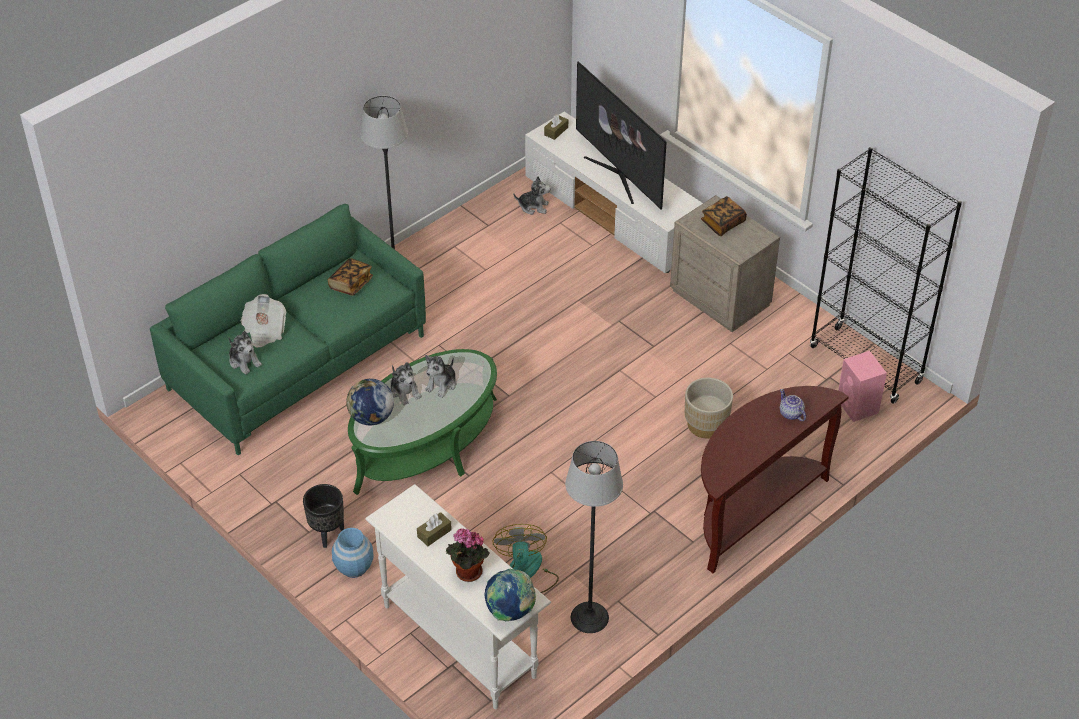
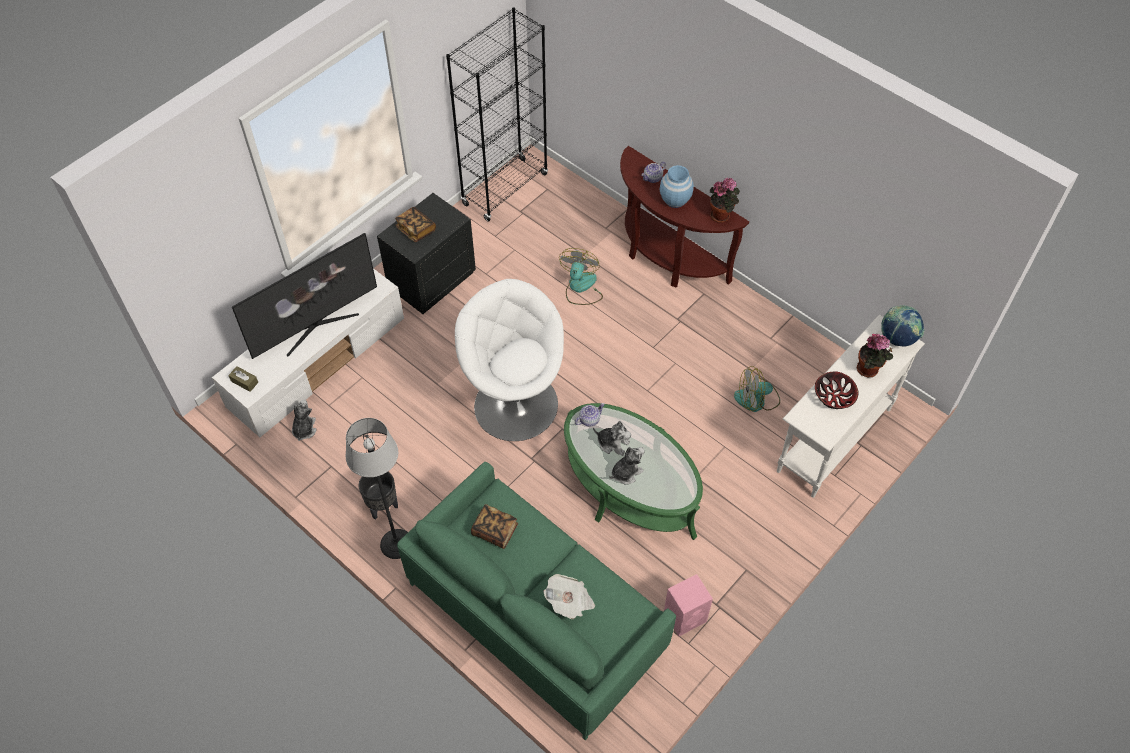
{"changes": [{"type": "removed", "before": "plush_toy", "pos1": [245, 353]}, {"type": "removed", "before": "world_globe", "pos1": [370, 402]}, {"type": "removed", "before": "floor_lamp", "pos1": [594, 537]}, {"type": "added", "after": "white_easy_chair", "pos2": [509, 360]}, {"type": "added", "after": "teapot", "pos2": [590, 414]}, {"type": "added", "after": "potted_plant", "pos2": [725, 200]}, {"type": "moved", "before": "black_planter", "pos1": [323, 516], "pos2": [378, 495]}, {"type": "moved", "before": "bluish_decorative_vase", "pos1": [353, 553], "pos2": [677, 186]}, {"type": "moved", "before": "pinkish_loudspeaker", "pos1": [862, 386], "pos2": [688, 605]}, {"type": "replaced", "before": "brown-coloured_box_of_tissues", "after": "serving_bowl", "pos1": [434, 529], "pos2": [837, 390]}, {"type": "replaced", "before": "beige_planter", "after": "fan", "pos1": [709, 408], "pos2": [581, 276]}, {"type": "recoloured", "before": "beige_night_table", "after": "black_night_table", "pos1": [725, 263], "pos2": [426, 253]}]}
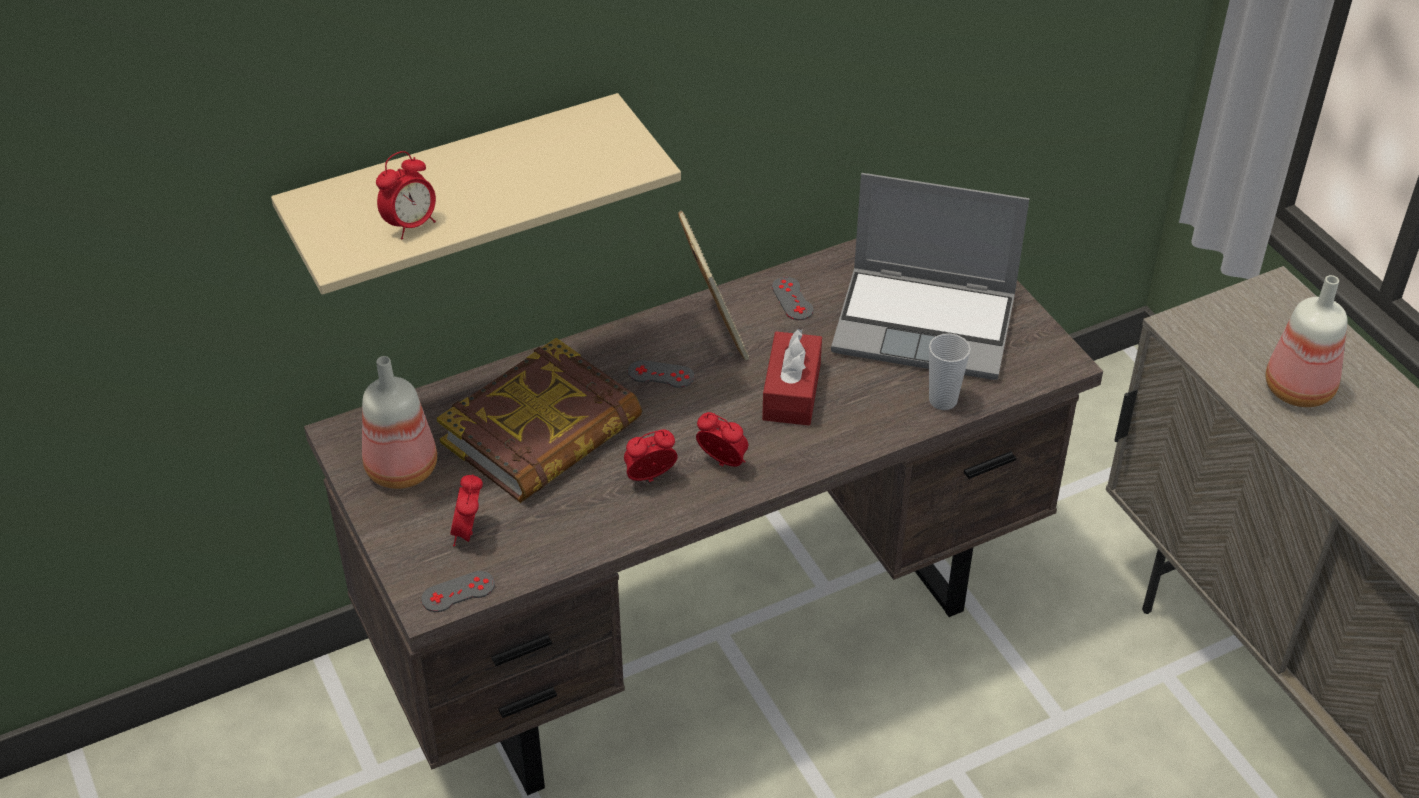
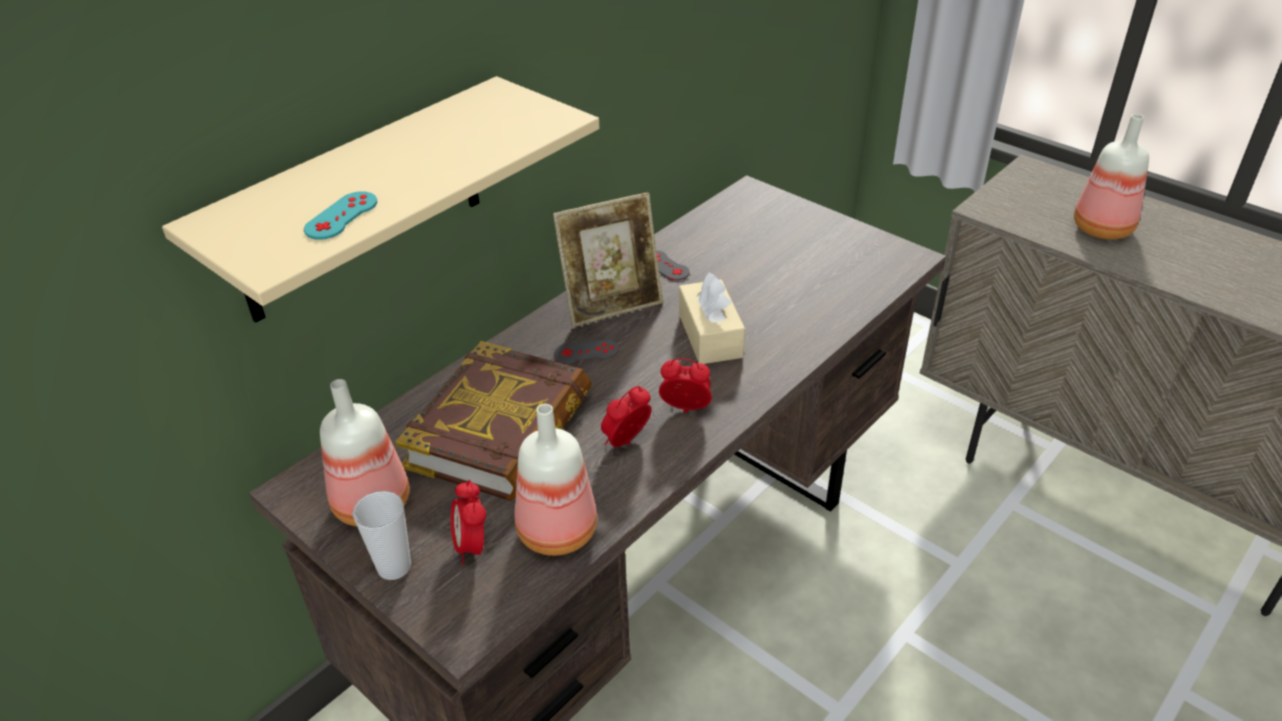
{"changes": [{"type": "removed", "before": "grey_joypad", "pos1": [458, 591]}, {"type": "removed", "before": "portable_computer", "pos1": [930, 276]}, {"type": "added", "after": "bottle", "pos2": [556, 480]}, {"type": "moved", "before": "cup", "pos1": [950, 371], "pos2": [381, 535]}, {"type": "replaced", "before": "bedside_clock", "after": "turquoise-coloured_joypad", "pos1": [406, 195], "pos2": [340, 215]}, {"type": "recoloured", "before": "red_box_of_tissues", "after": "beige_box_of_tissues", "pos1": [792, 377], "pos2": [712, 318]}, {"type": "turned", "before": "picture_frame", "pos1": [713, 285], "pos2": [608, 259], "turn": 105}]}
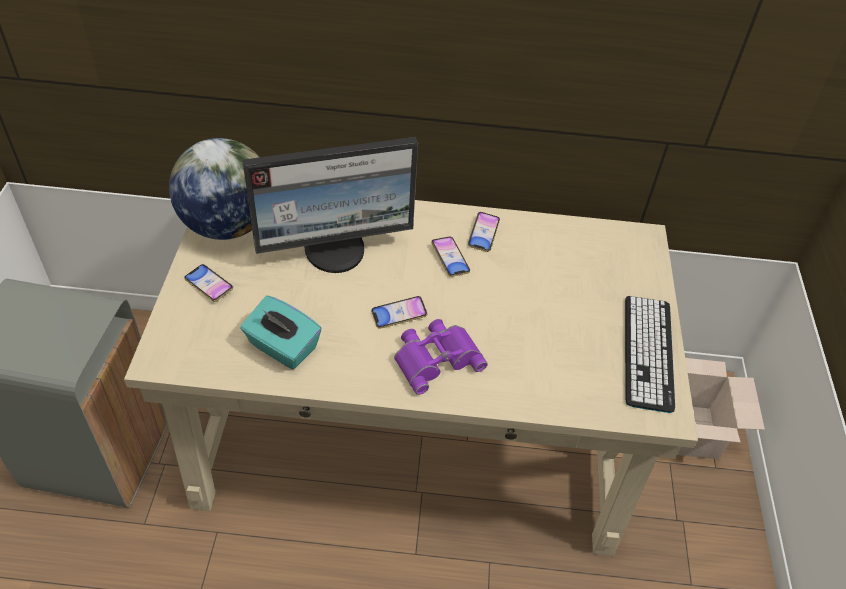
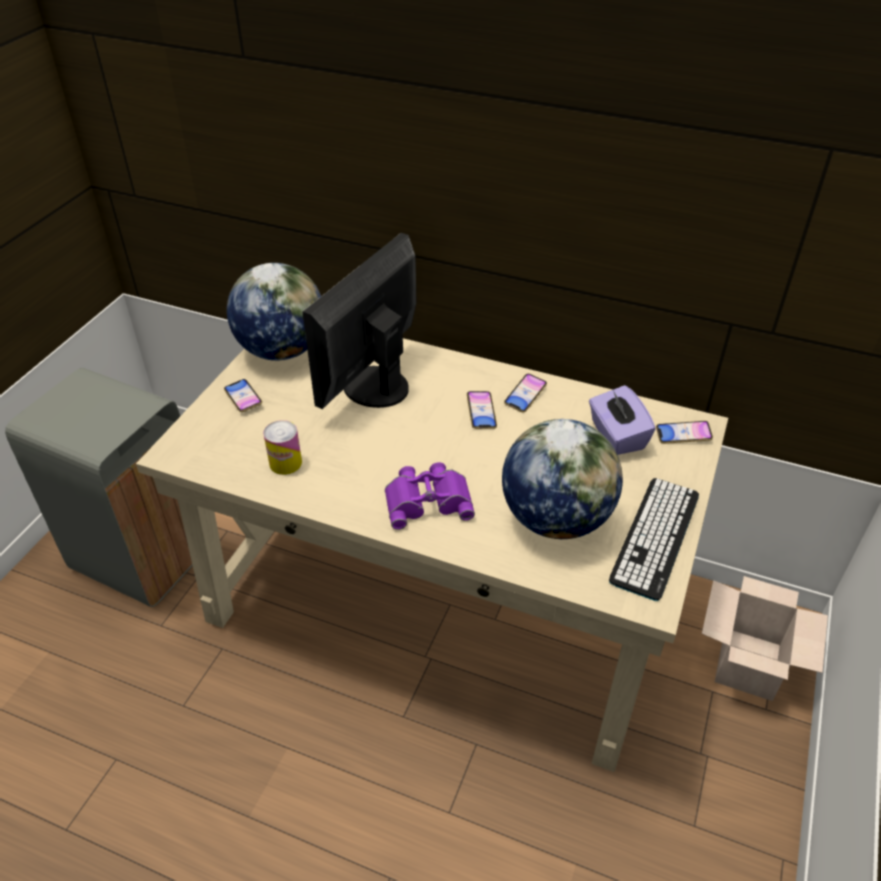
{"changes": [{"type": "added", "after": "world_globe", "pos2": [562, 479]}, {"type": "added", "after": "purple_box_of_tissues", "pos2": [622, 420]}, {"type": "moved", "before": "handset", "pos1": [399, 312], "pos2": [684, 432]}, {"type": "replaced", "before": "turquoise-coloured_box_of_tissues", "after": "metal_can", "pos1": [281, 332], "pos2": [282, 447]}, {"type": "turned", "before": "computer_screen", "pos1": [330, 205], "pos2": [359, 321], "turn": 120}]}
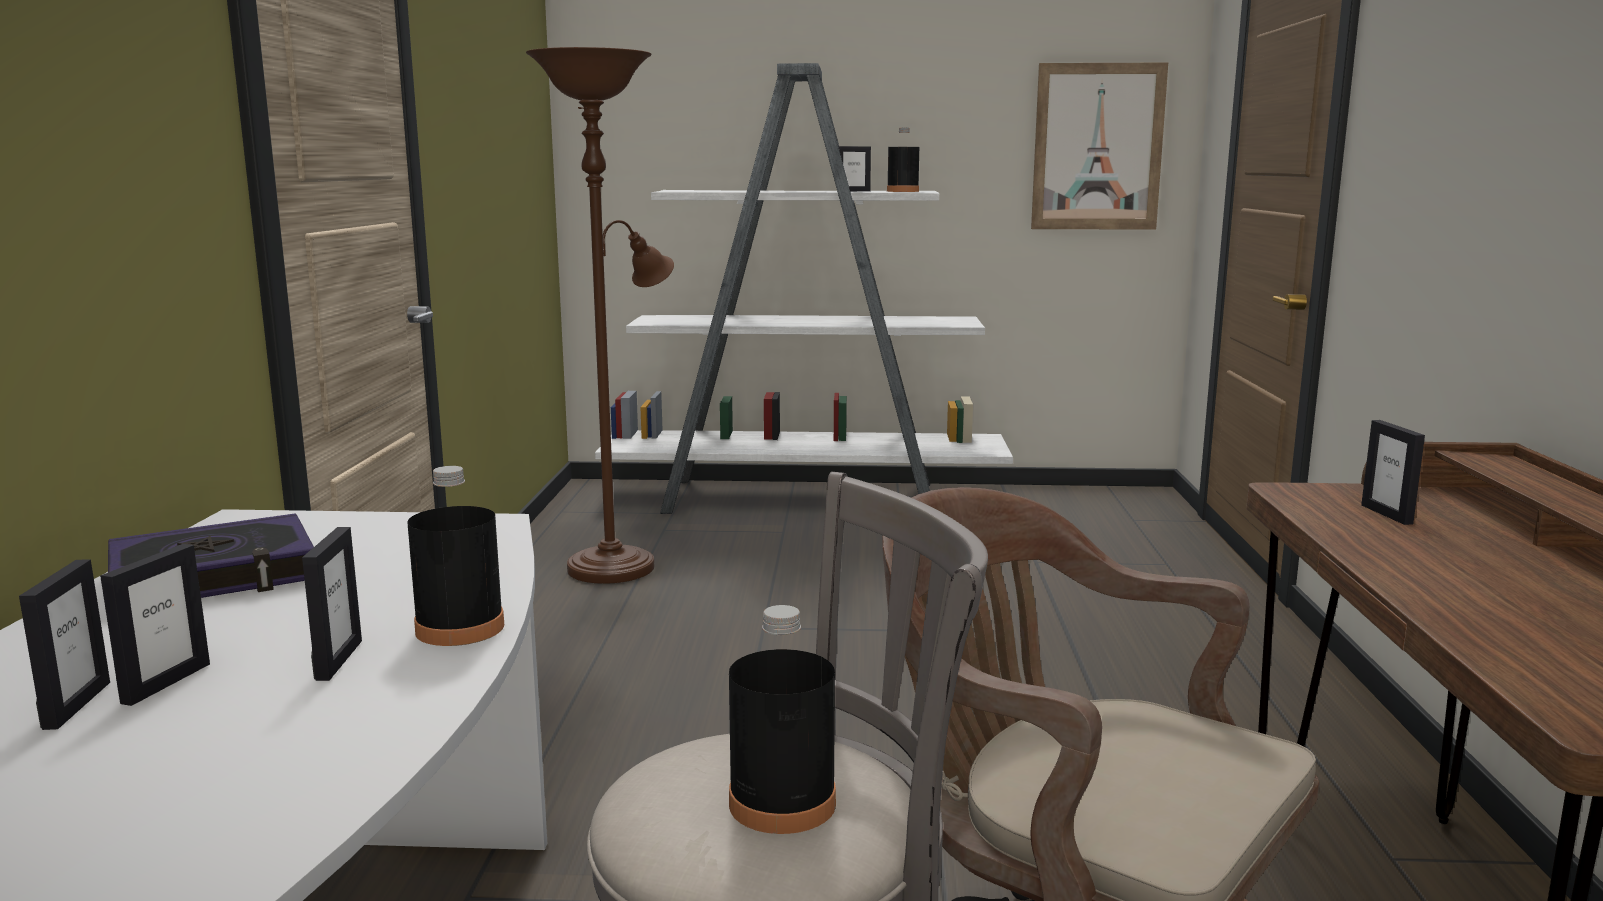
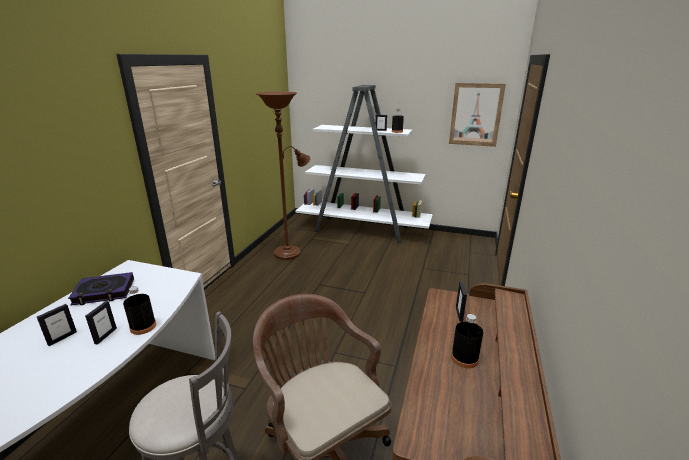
{"changes": [{"type": "removed", "before": "picture_frame", "pos1": [64, 644]}, {"type": "moved", "before": "black_bottle", "pos1": [782, 719], "pos2": [467, 341]}]}
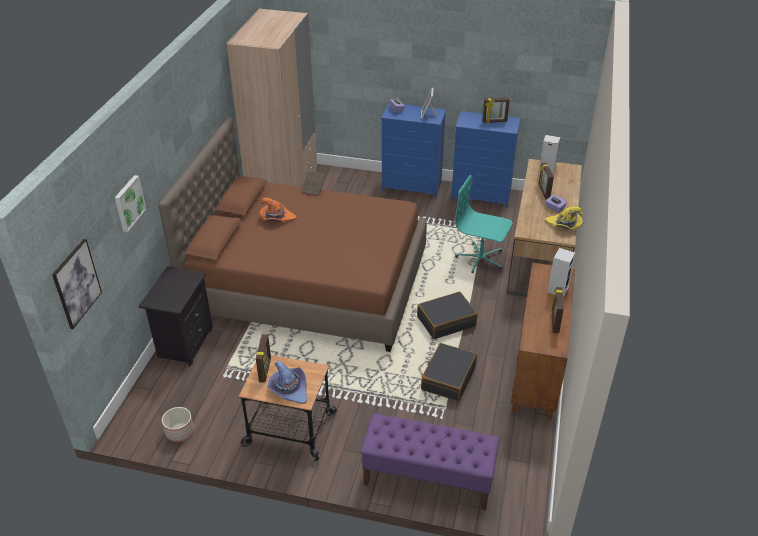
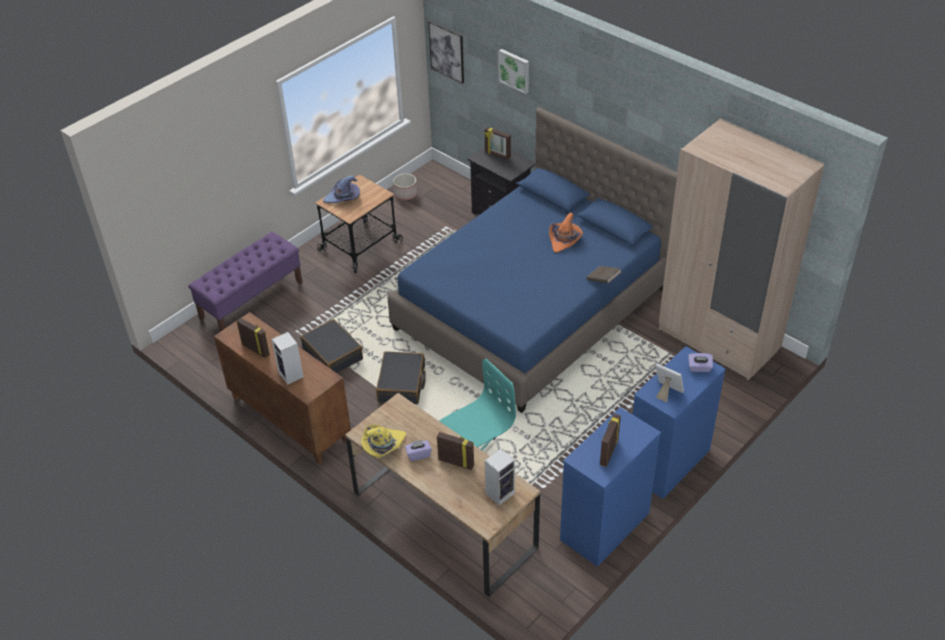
{"changes": [{"type": "moved", "before": "picture_frame", "pos1": [263, 358], "pos2": [497, 143]}, {"type": "recoloured", "before": "brown-coloured_sleeping_bed", "after": "bluish_sleeping_bed", "pos1": [292, 234], "pos2": [532, 260]}]}
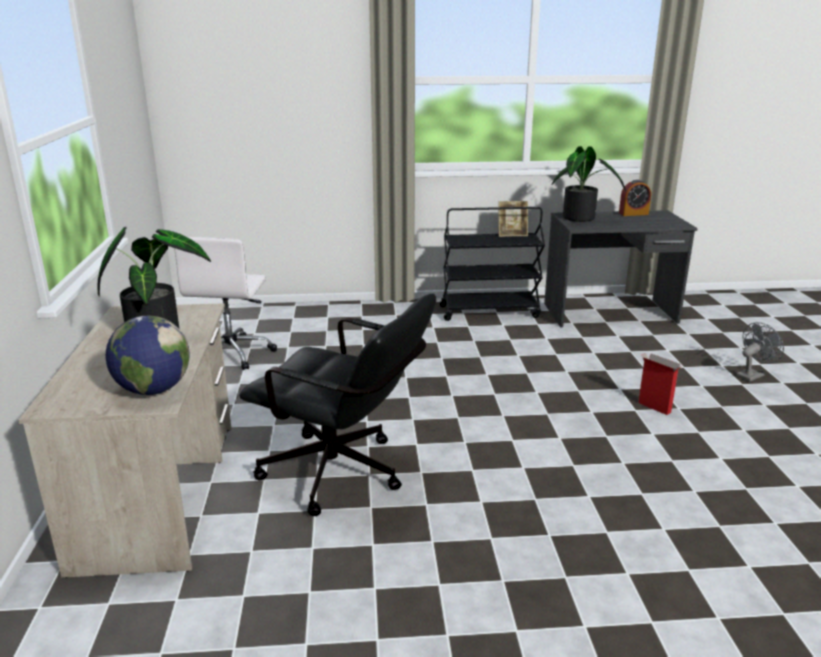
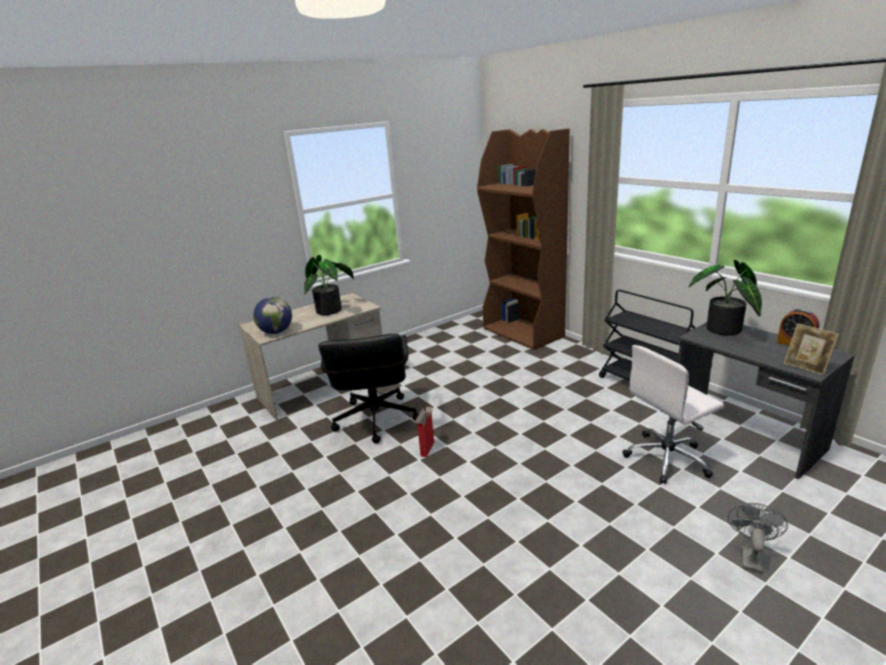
{"changes": [{"type": "added", "after": "brown-coloured_shelving_unit", "pos2": [523, 239]}, {"type": "moved", "before": "white_computer_chair", "pos1": [225, 303], "pos2": [673, 415]}, {"type": "moved", "before": "picture_frame", "pos1": [513, 219], "pos2": [811, 349]}, {"type": "moved", "before": "packing_box", "pos1": [659, 384], "pos2": [424, 431]}, {"type": "turned", "before": "grey_fan", "pos1": [760, 352], "pos2": [758, 538], "turn": -90}]}
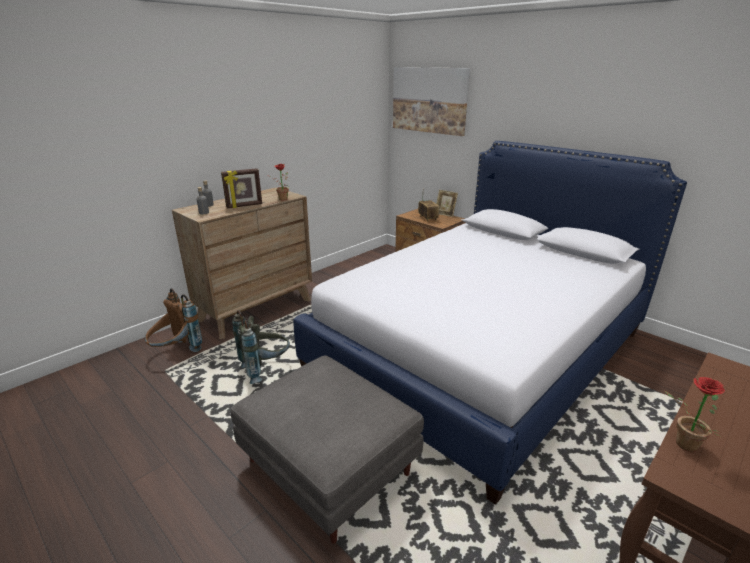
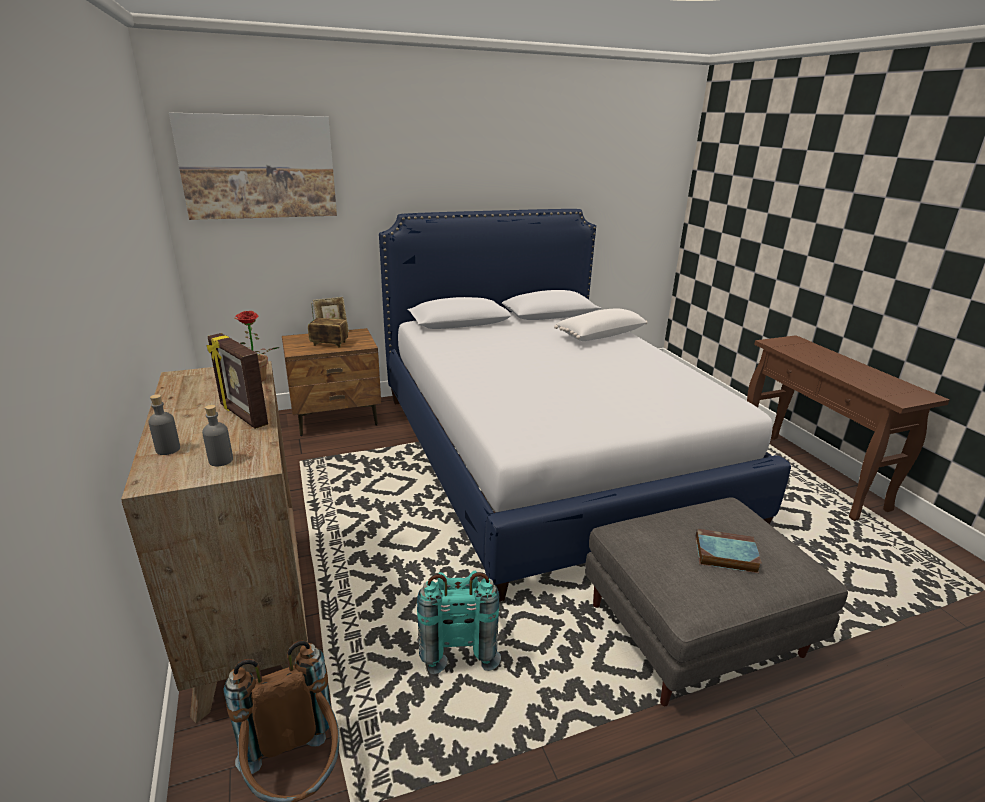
{"changes": [{"type": "removed", "before": "potted_plant", "pos1": [695, 414]}, {"type": "added", "after": "white_pillow", "pos2": [600, 324]}, {"type": "added", "after": "book", "pos2": [728, 551]}, {"type": "recoloured", "before": "grey_backpack", "after": "turquoise-coloured_backpack", "pos1": [261, 347], "pos2": [459, 622]}, {"type": "turned", "before": "picture_frame", "pos1": [241, 188], "pos2": [237, 381], "turn": 135}]}
